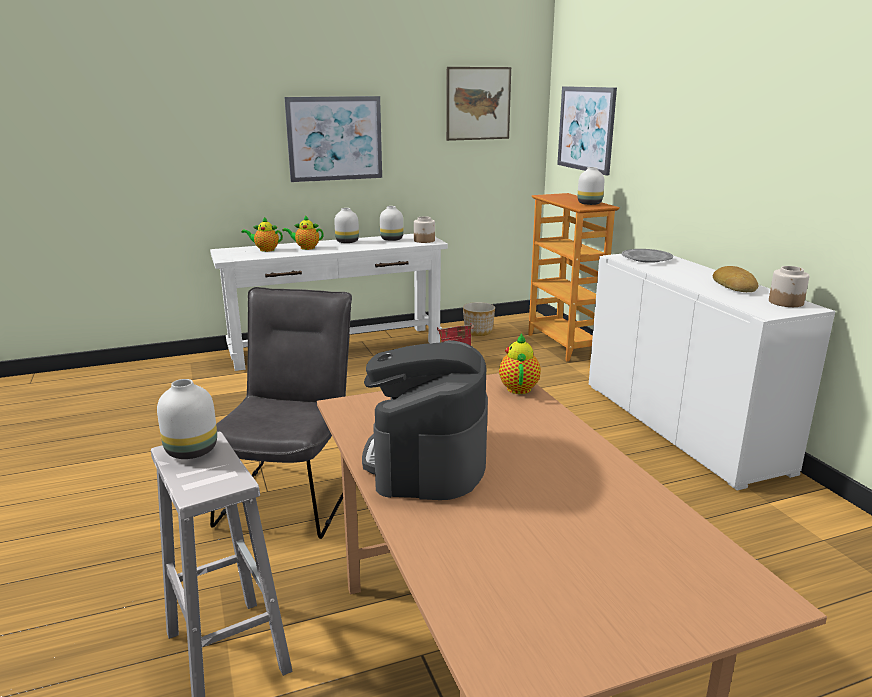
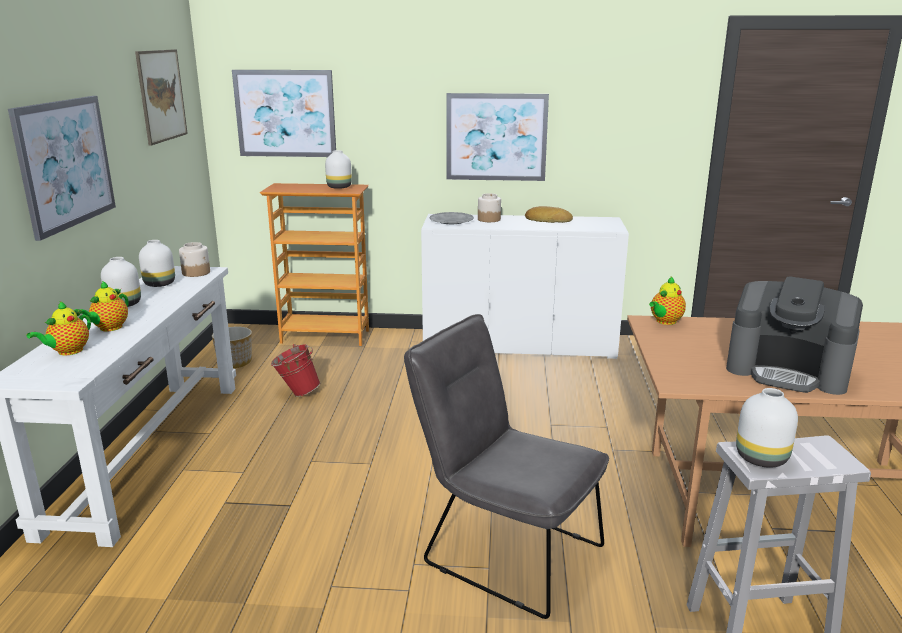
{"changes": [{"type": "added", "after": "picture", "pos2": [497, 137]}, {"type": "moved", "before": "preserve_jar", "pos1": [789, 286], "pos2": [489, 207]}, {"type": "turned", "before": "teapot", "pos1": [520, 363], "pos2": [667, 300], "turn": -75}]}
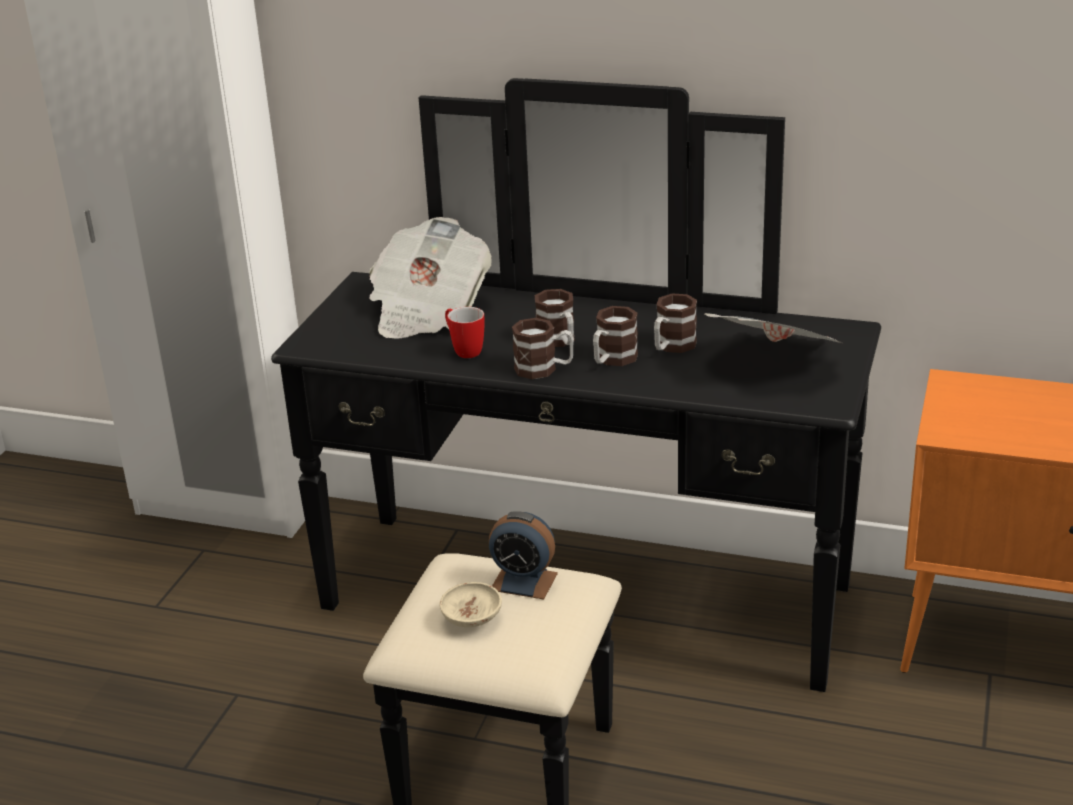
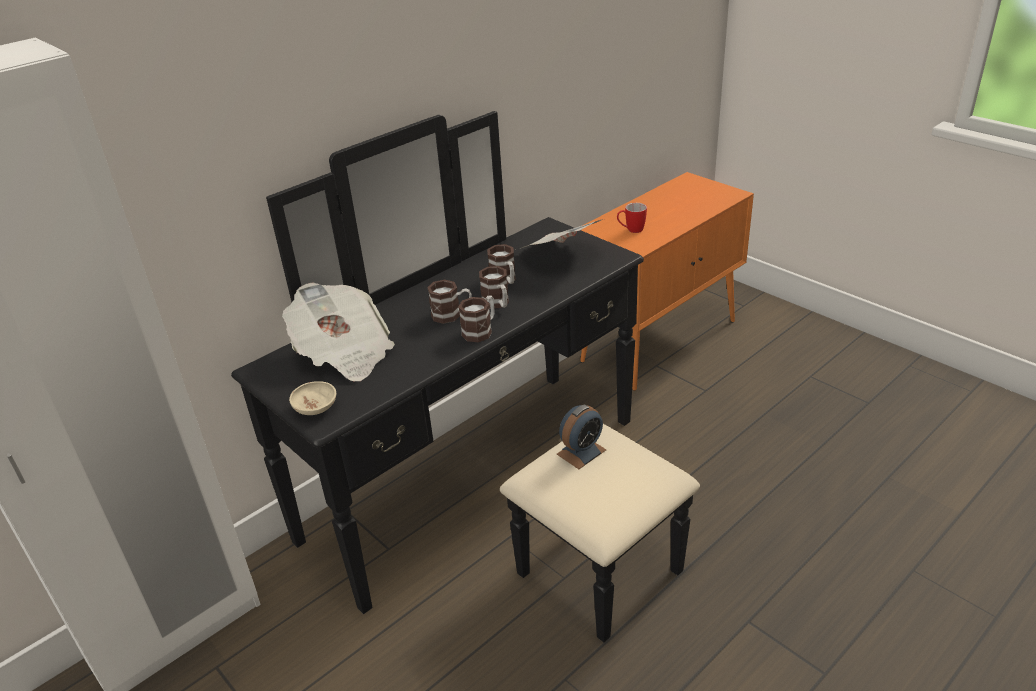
{"changes": [{"type": "moved", "before": "beige_serving_bowl", "pos1": [471, 604], "pos2": [312, 398]}, {"type": "moved", "before": "coffee_mug", "pos1": [464, 332], "pos2": [632, 218]}]}
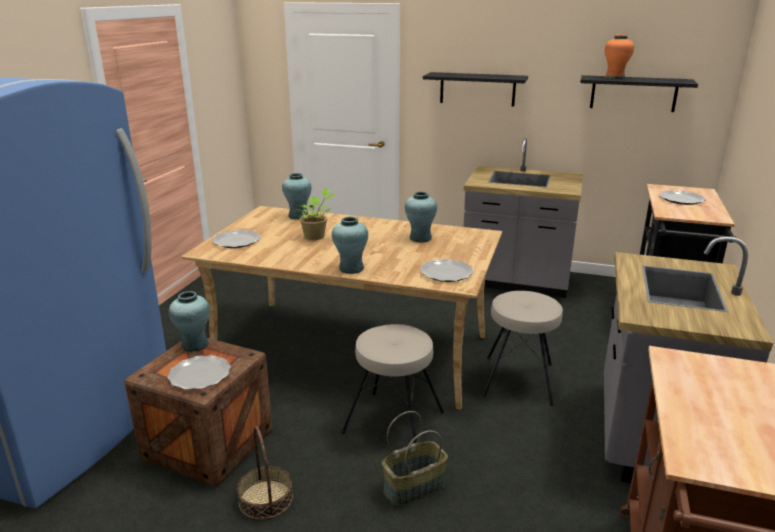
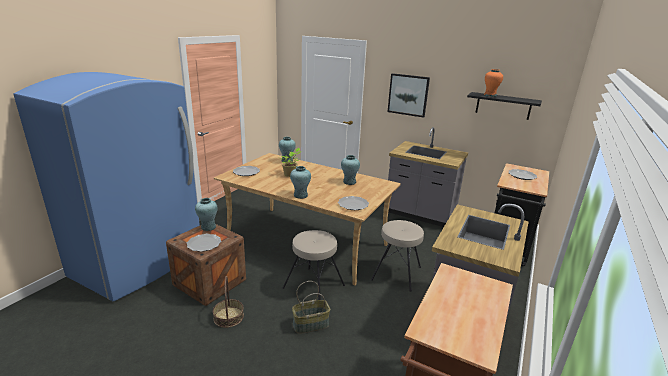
{"changes": [{"type": "replaced", "before": "black_shelf", "after": "picture", "pos1": [475, 89], "pos2": [408, 95]}]}
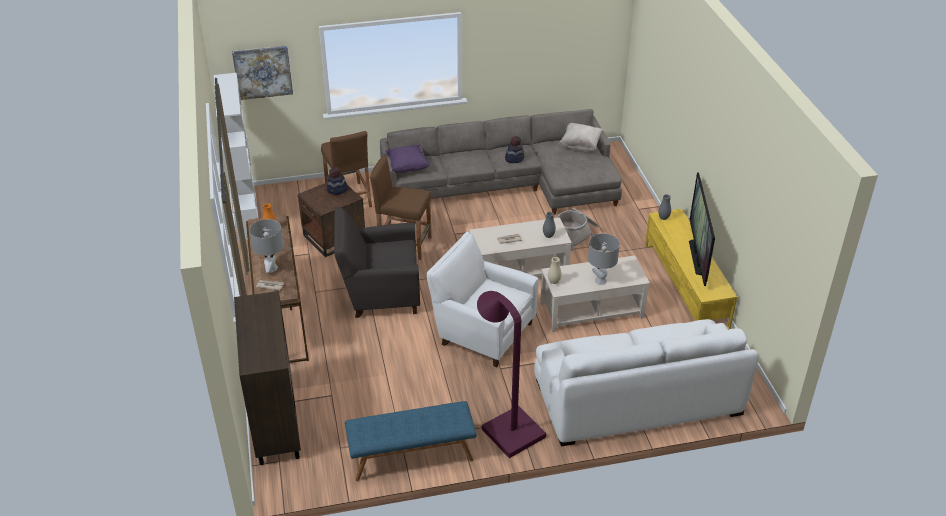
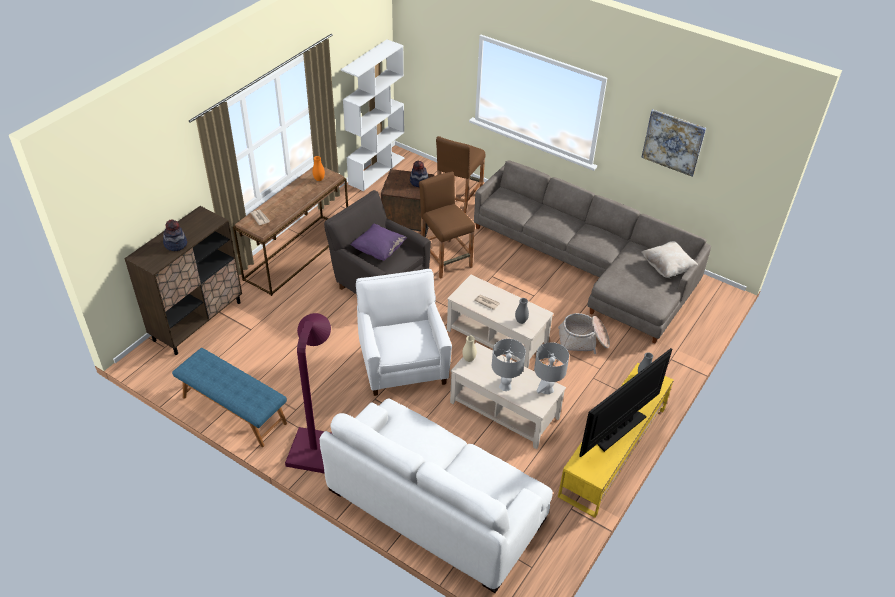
{"changes": [{"type": "moved", "before": "picture", "pos1": [262, 73], "pos2": [673, 143]}, {"type": "moved", "before": "grey_lamp_for_a_table", "pos1": [266, 246], "pos2": [551, 368]}, {"type": "moved", "before": "purple_pillow", "pos1": [407, 159], "pos2": [378, 242]}, {"type": "moved", "before": "clothing_hat", "pos1": [514, 149], "pos2": [175, 235]}]}
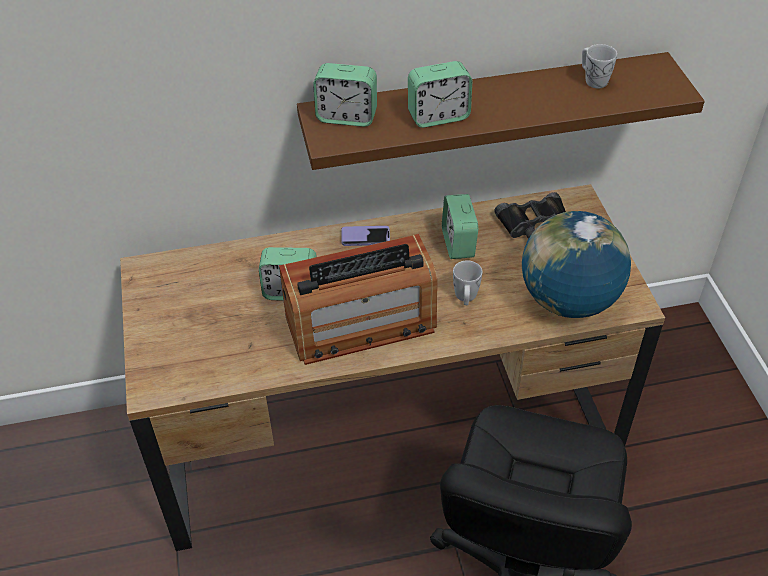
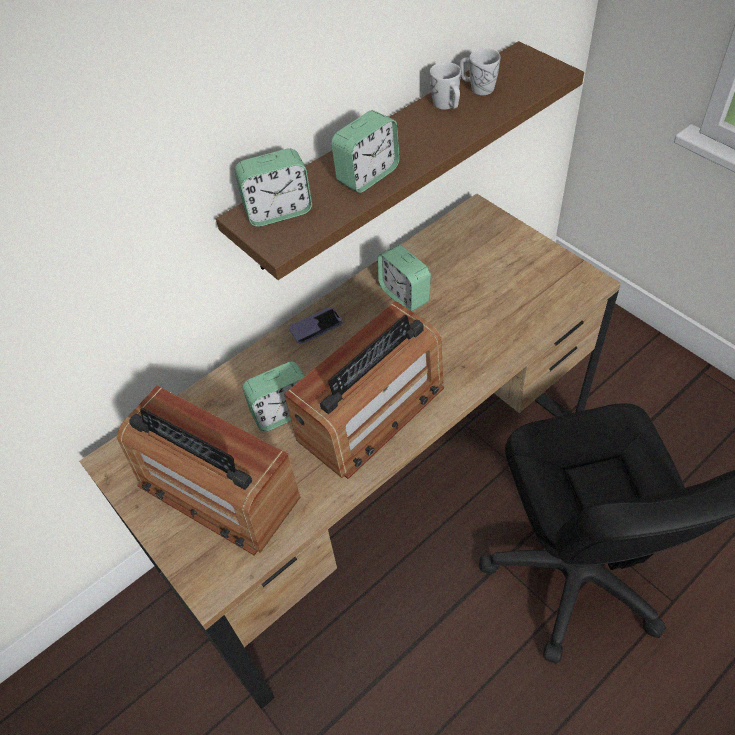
{"changes": [{"type": "removed", "before": "black_binoculars", "pos1": [530, 215]}, {"type": "removed", "before": "world_globe", "pos1": [576, 264]}, {"type": "added", "after": "radio_set", "pos2": [209, 470]}, {"type": "moved", "before": "white_coffee_mug", "pos1": [467, 282], "pos2": [445, 86]}]}
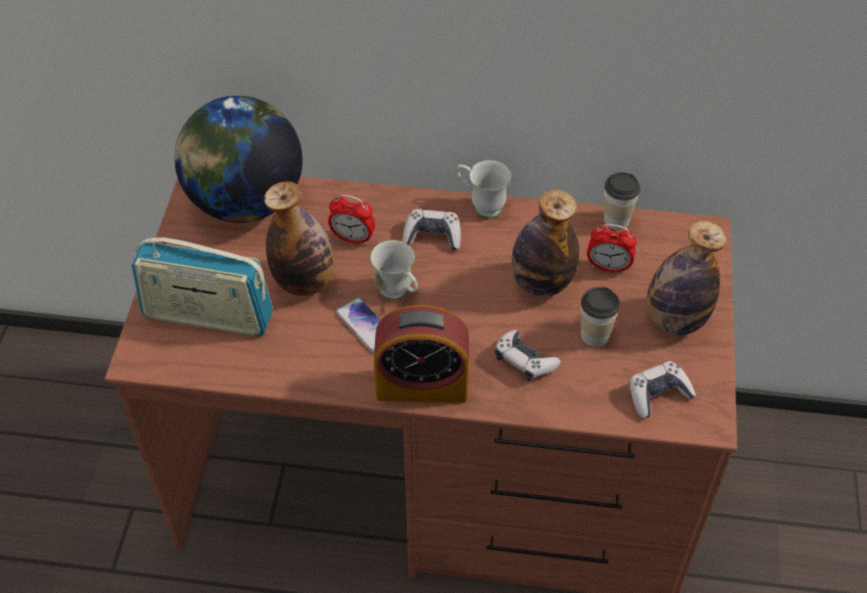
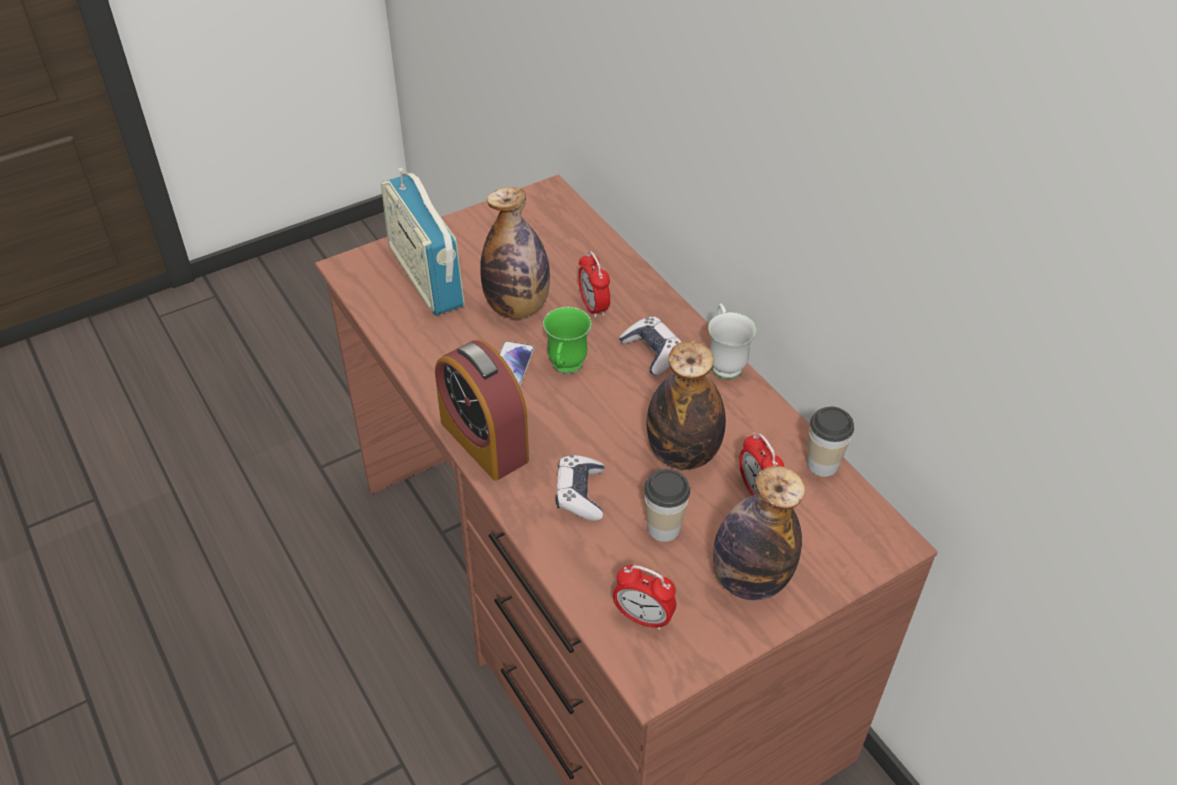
{"changes": [{"type": "removed", "before": "world_globe", "pos1": [238, 159]}, {"type": "replaced", "before": "joypad", "after": "bedside_clock", "pos1": [662, 389], "pos2": [644, 597]}, {"type": "recoloured", "before": "white_coffee_mug", "after": "green-coloured_coffee_mug", "pos1": [394, 270], "pos2": [567, 340]}]}
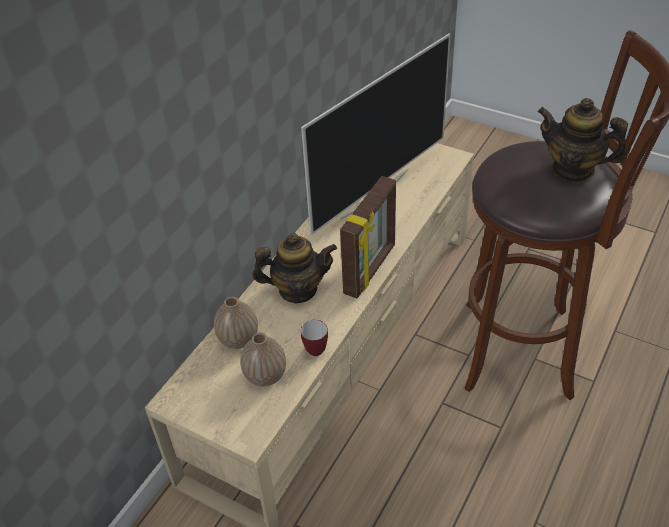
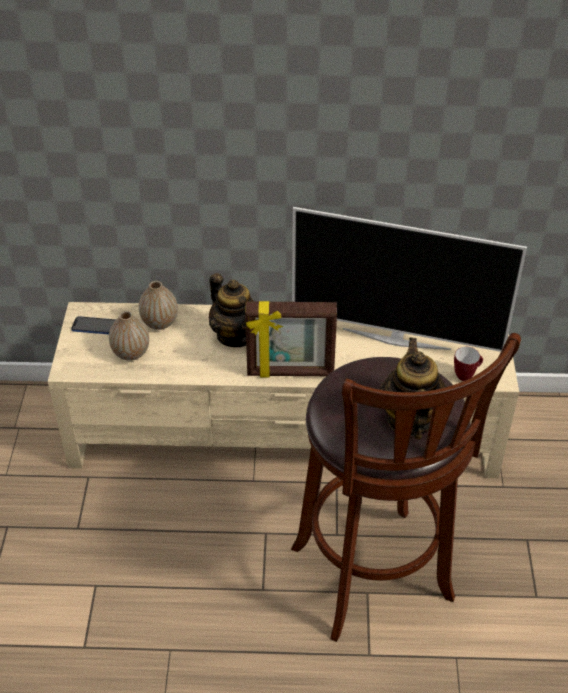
{"changes": [{"type": "added", "after": "handset", "pos2": [94, 325]}, {"type": "moved", "before": "coffee_mug", "pos1": [314, 338], "pos2": [468, 364]}]}
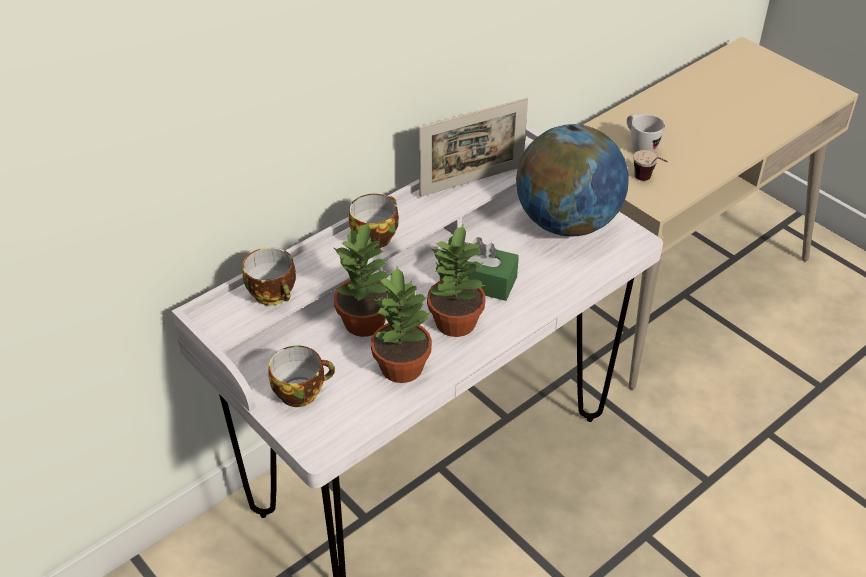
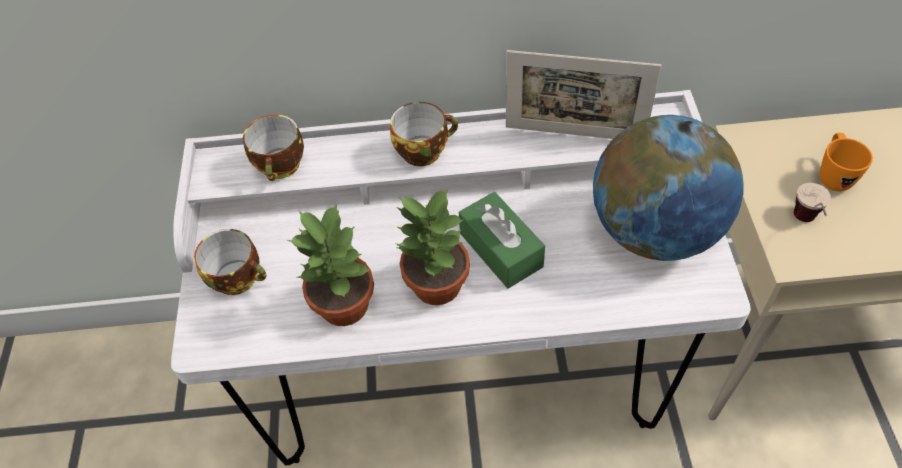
{"changes": [{"type": "removed", "before": "potted_plant", "pos1": [362, 279]}, {"type": "recoloured", "before": "white_coffee_mug", "after": "orange_coffee_mug", "pos1": [646, 133], "pos2": [846, 162]}]}
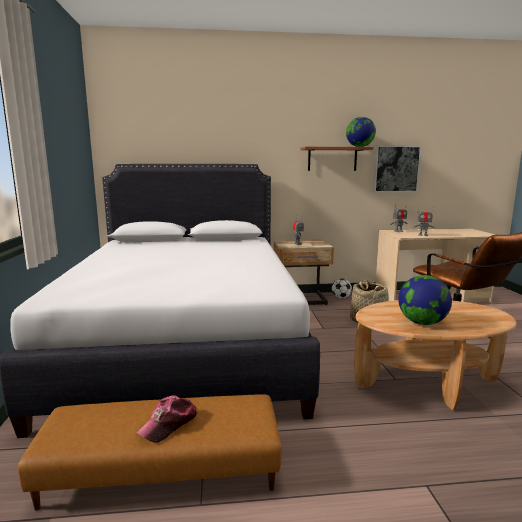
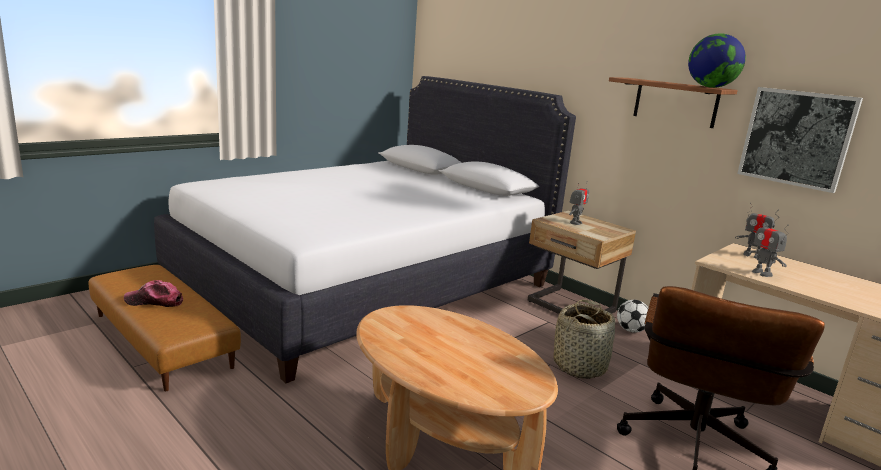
{"changes": [{"type": "removed", "before": "world_globe", "pos1": [425, 300]}]}
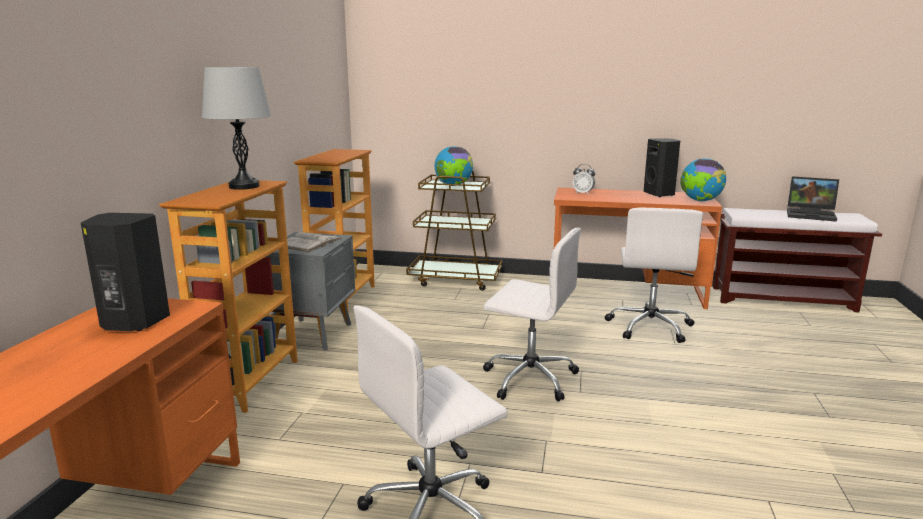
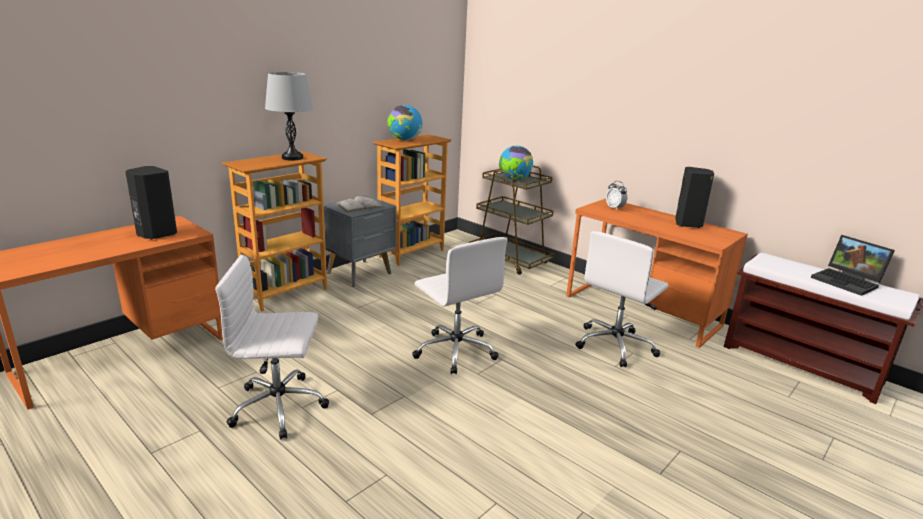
{"changes": [{"type": "moved", "before": "world_globe", "pos1": [703, 179], "pos2": [405, 123]}]}
